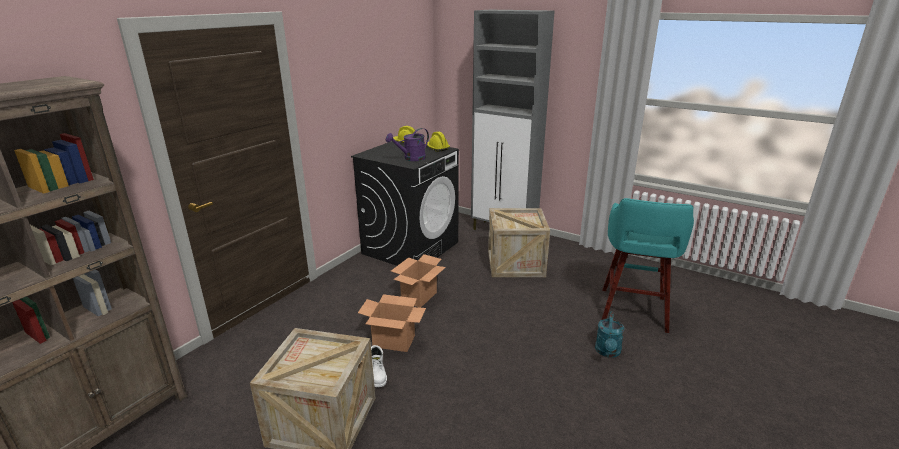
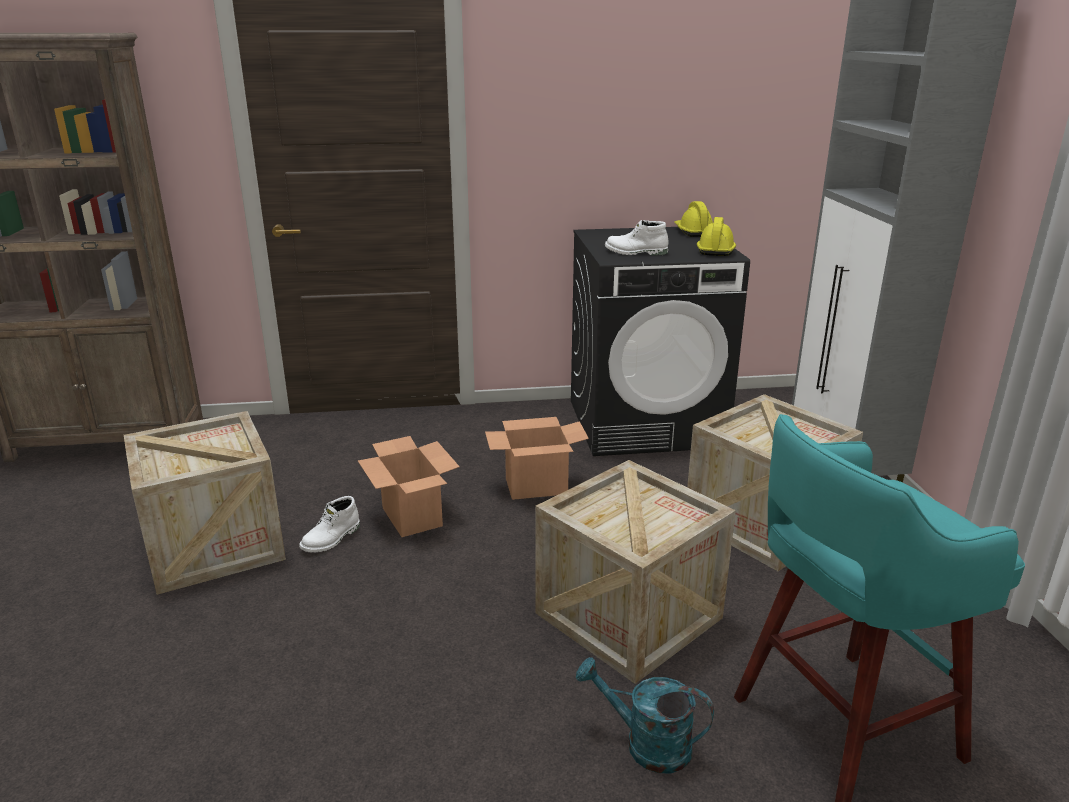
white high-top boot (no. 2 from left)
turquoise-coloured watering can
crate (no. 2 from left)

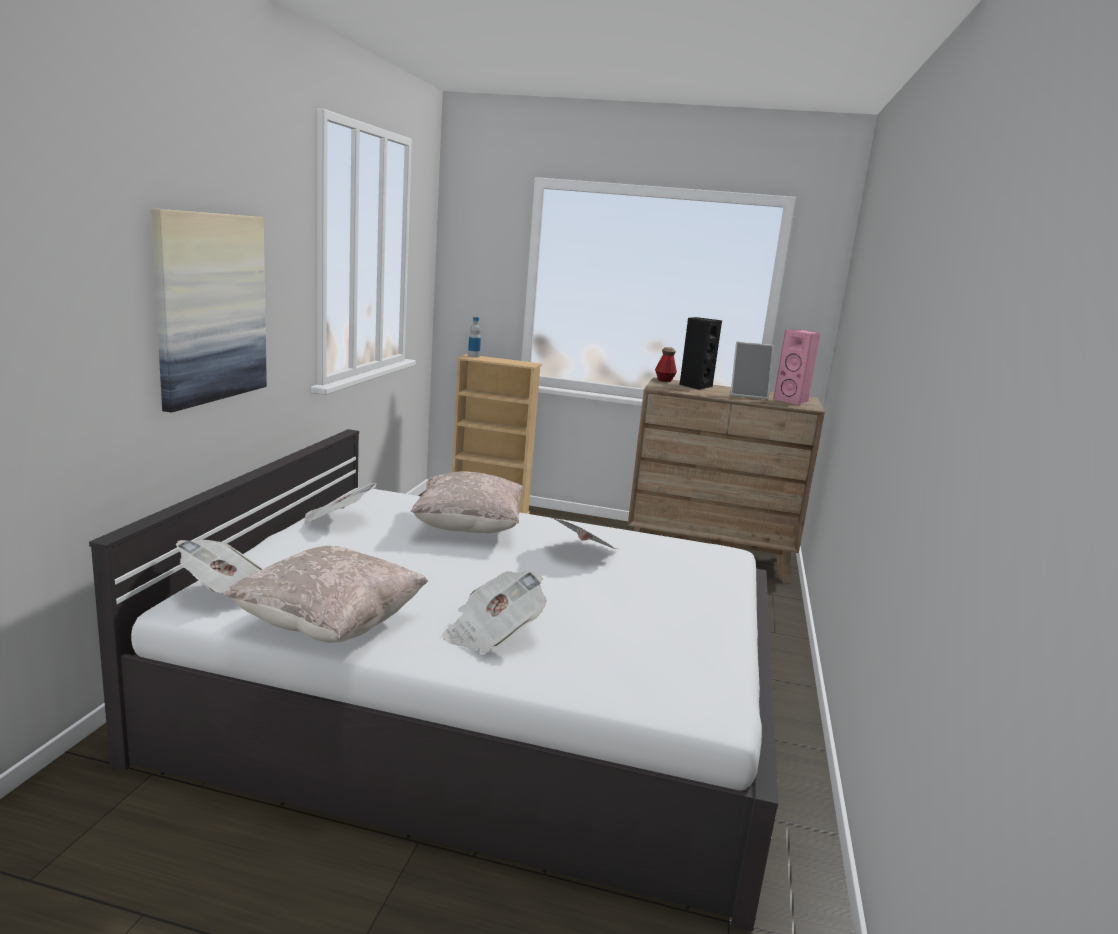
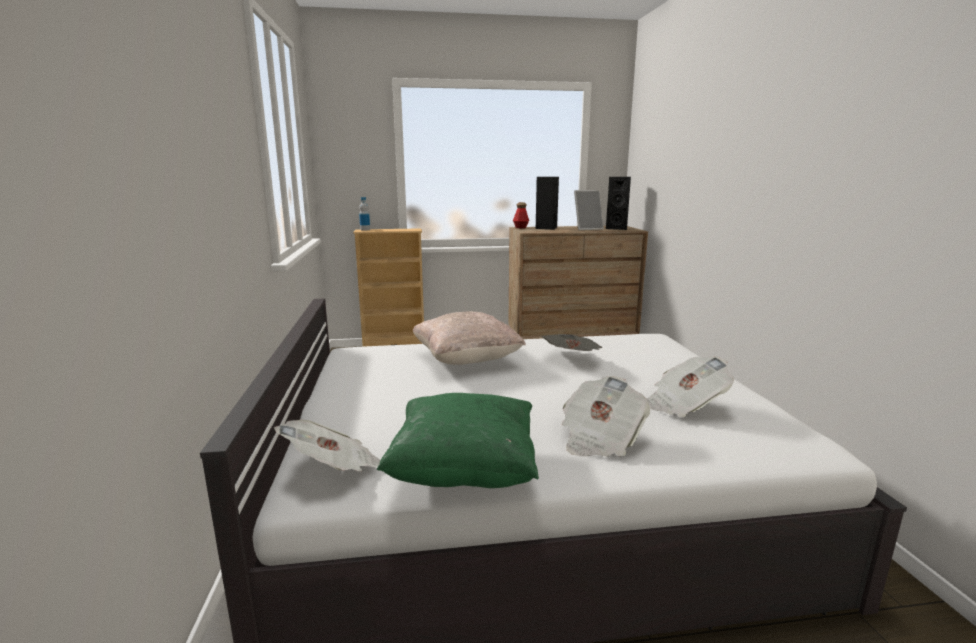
wall art
green pillow
newspaper (no. 4 from left)
black-coloured loudspeaker (no. 2 from left)

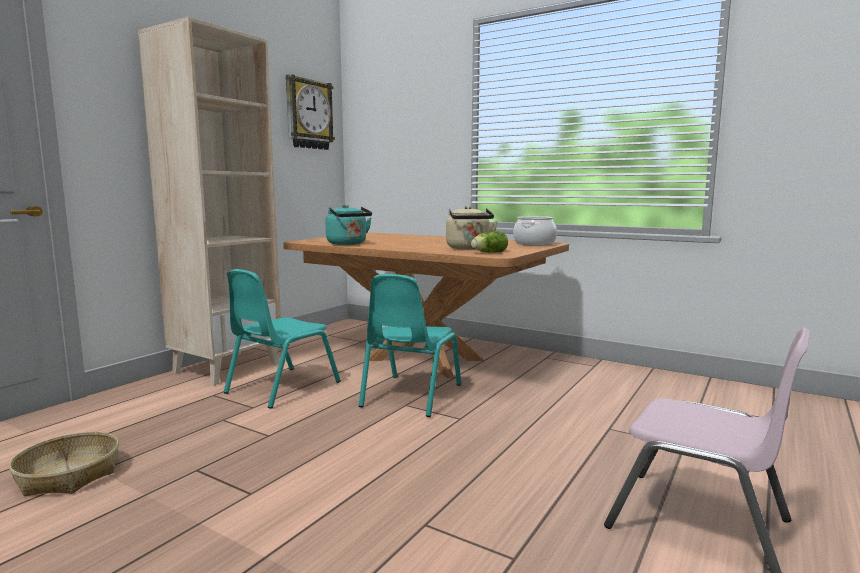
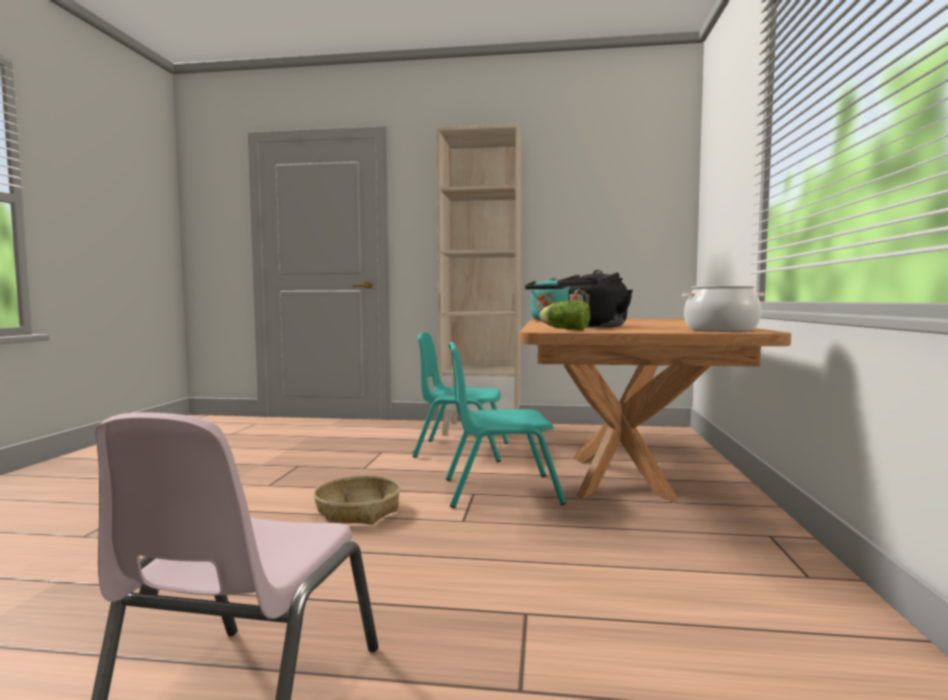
household basket
clock on the wall
black-coloured tea kettle

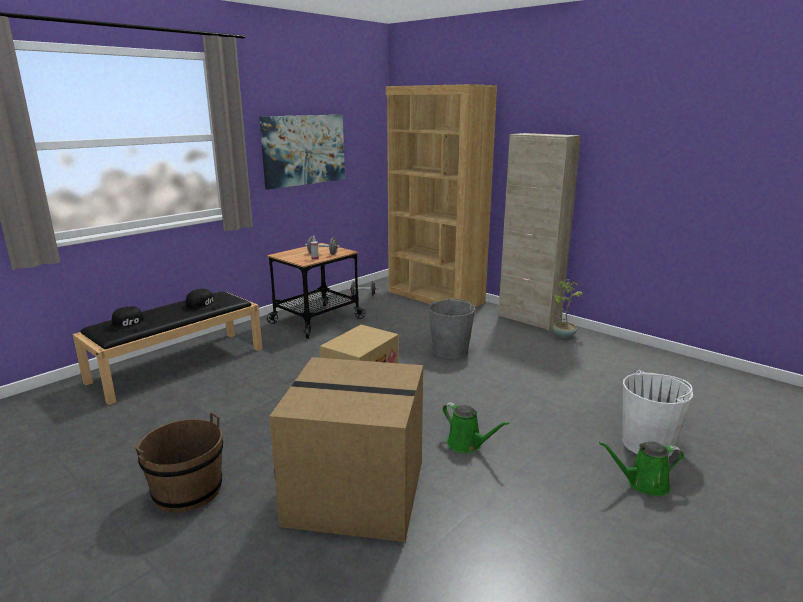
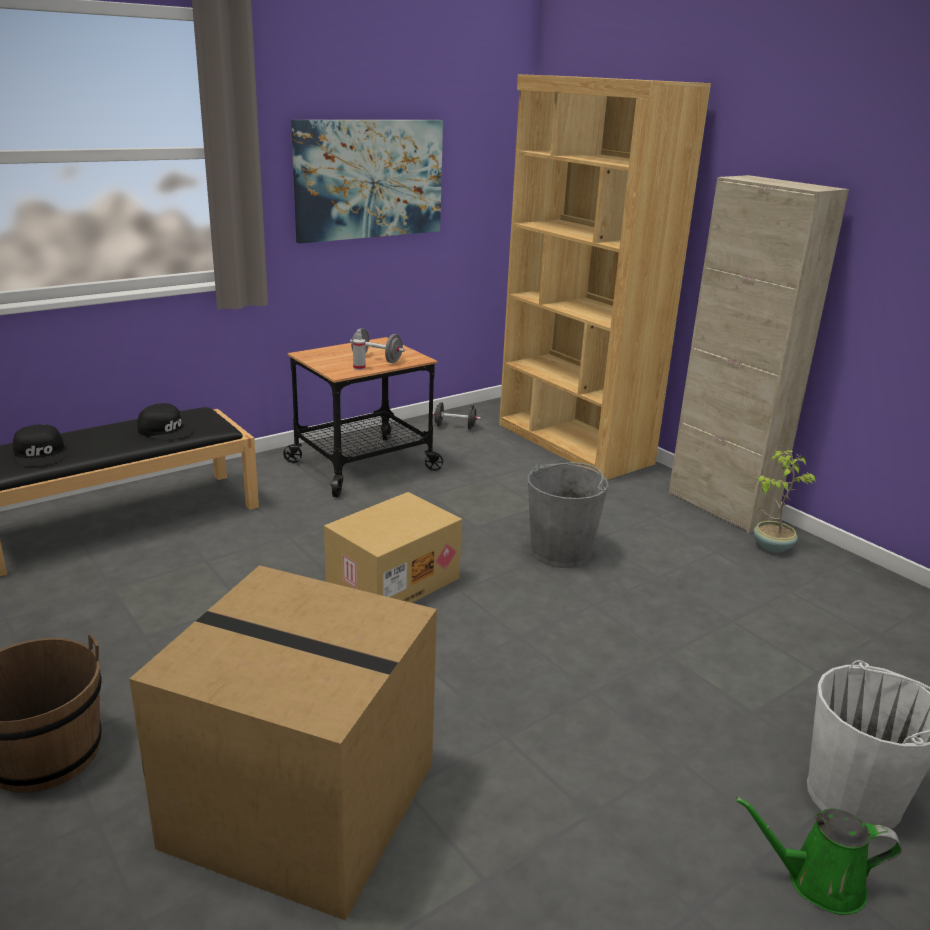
green watering can (no. 1 from left in the first image)

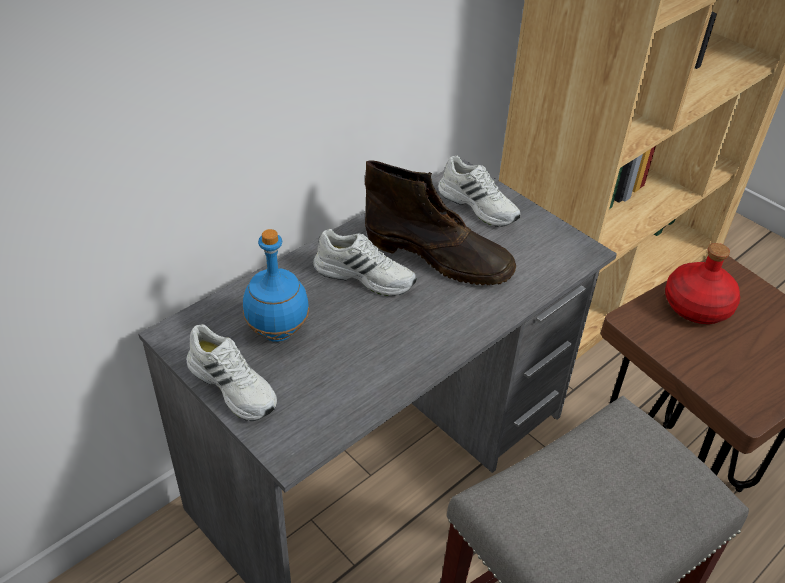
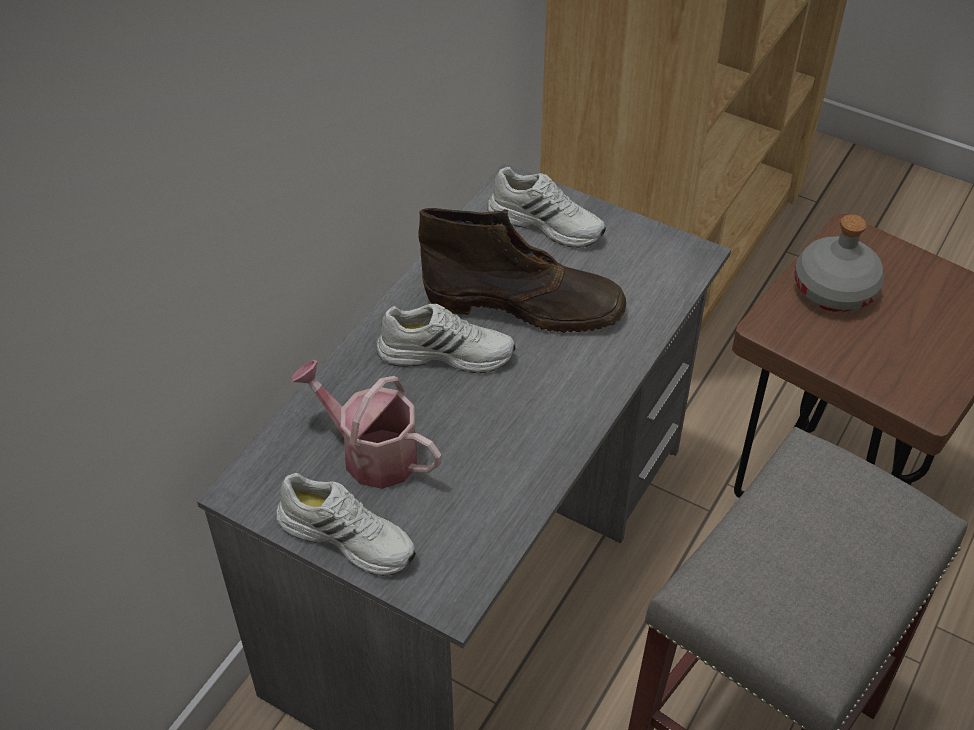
watering can
gray beverage bottle

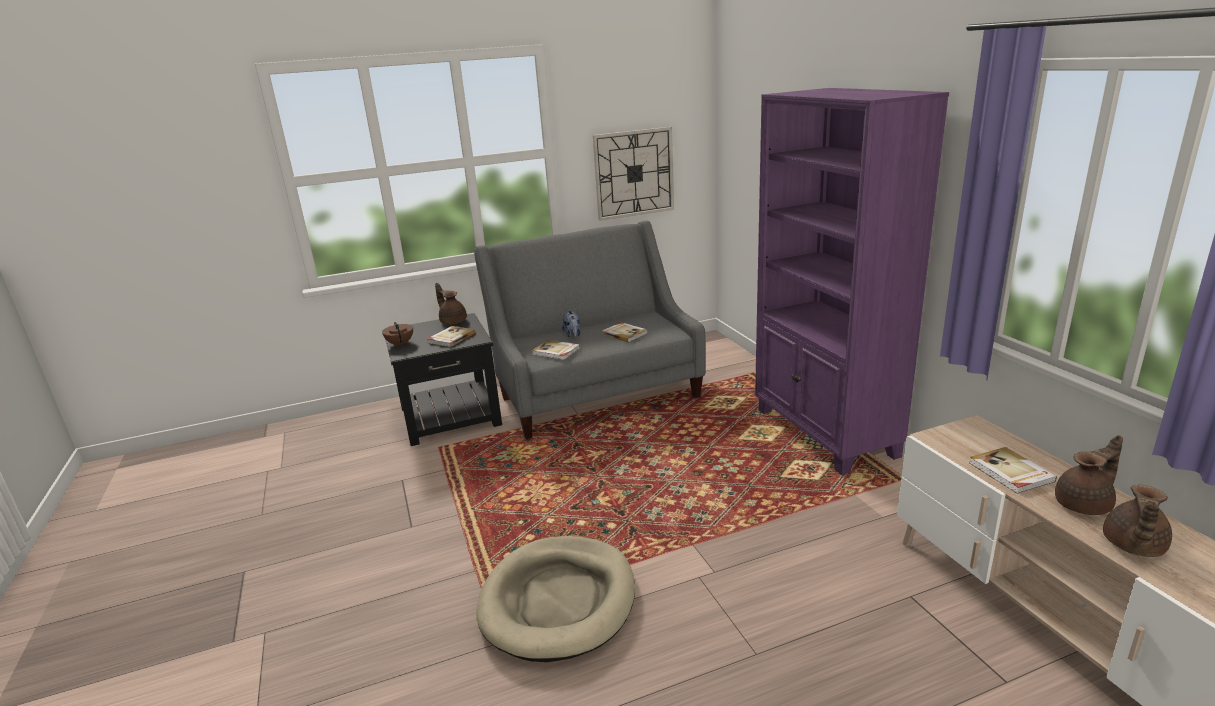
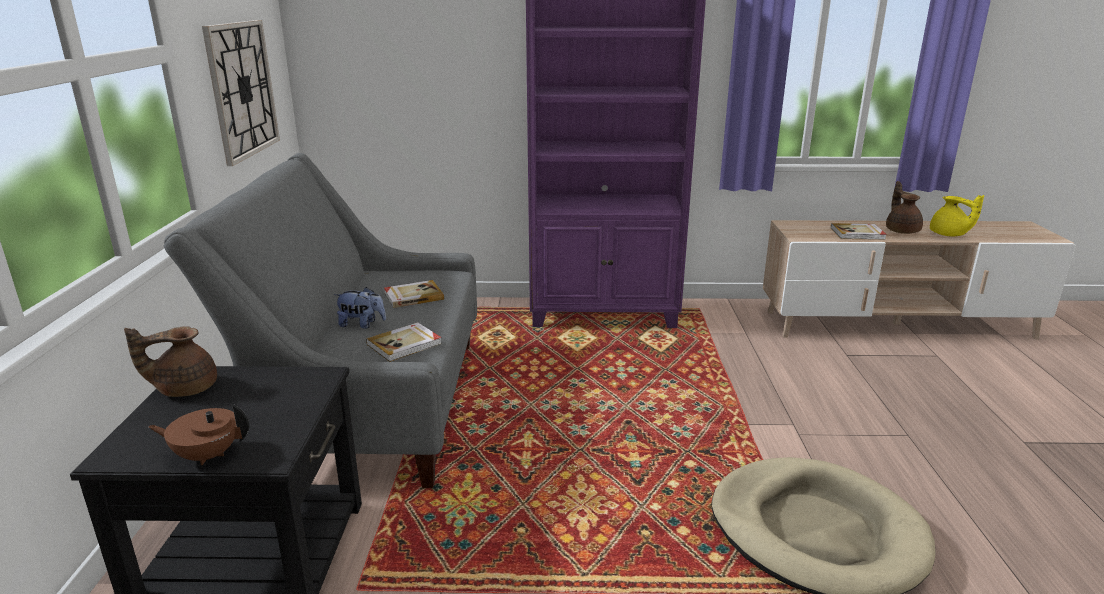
book (no. 1 from left in the first image)
yellow-coloured pot for tea

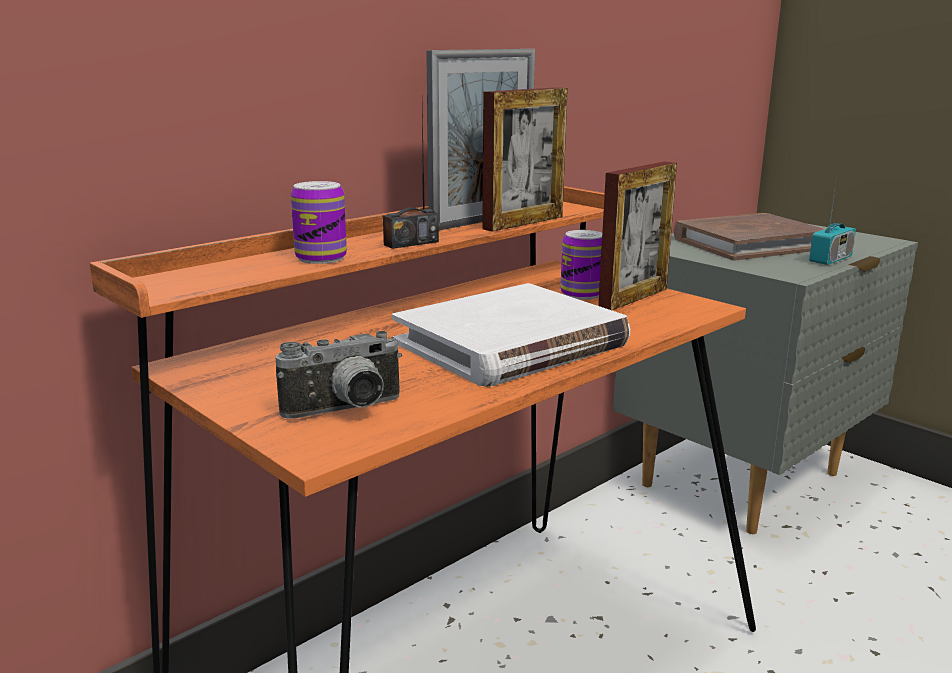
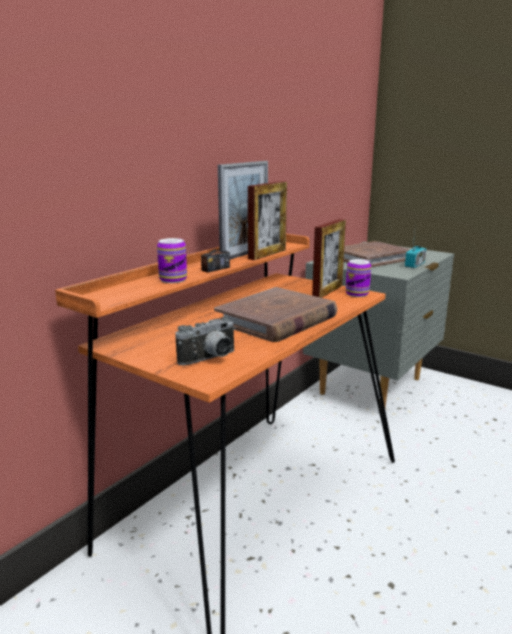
brown book (no. 1 from left)
metal can (no. 2 from left)

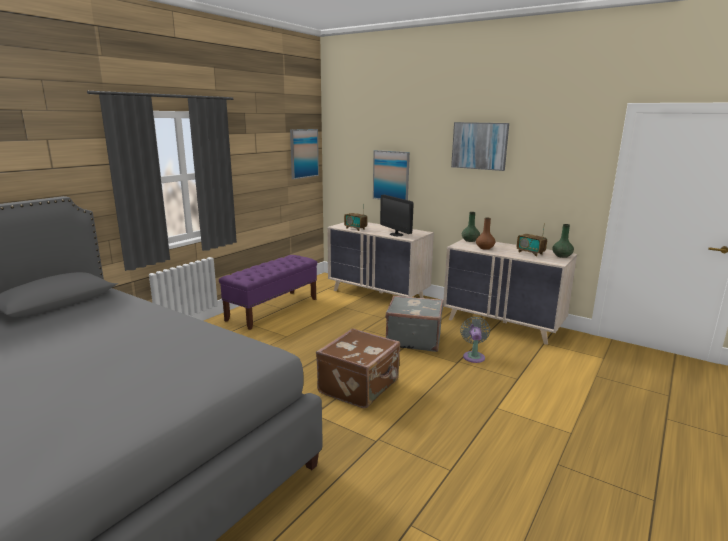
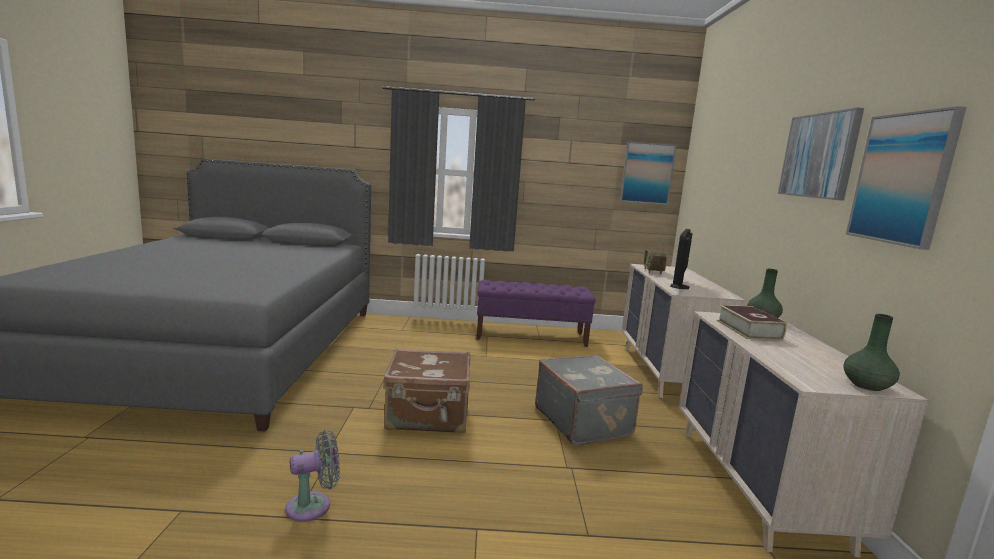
wall art (no. 3 from left)
gray fan
book
radio set (no. 2 from left in the first image)

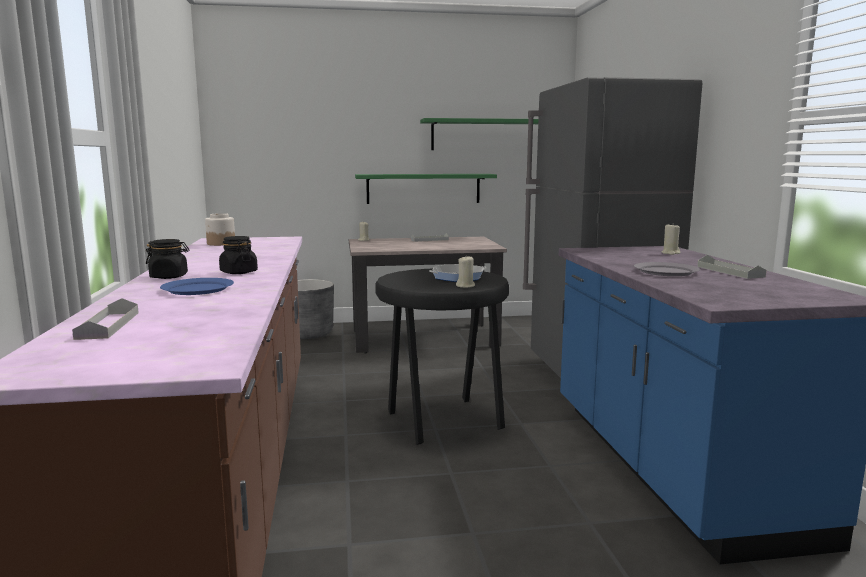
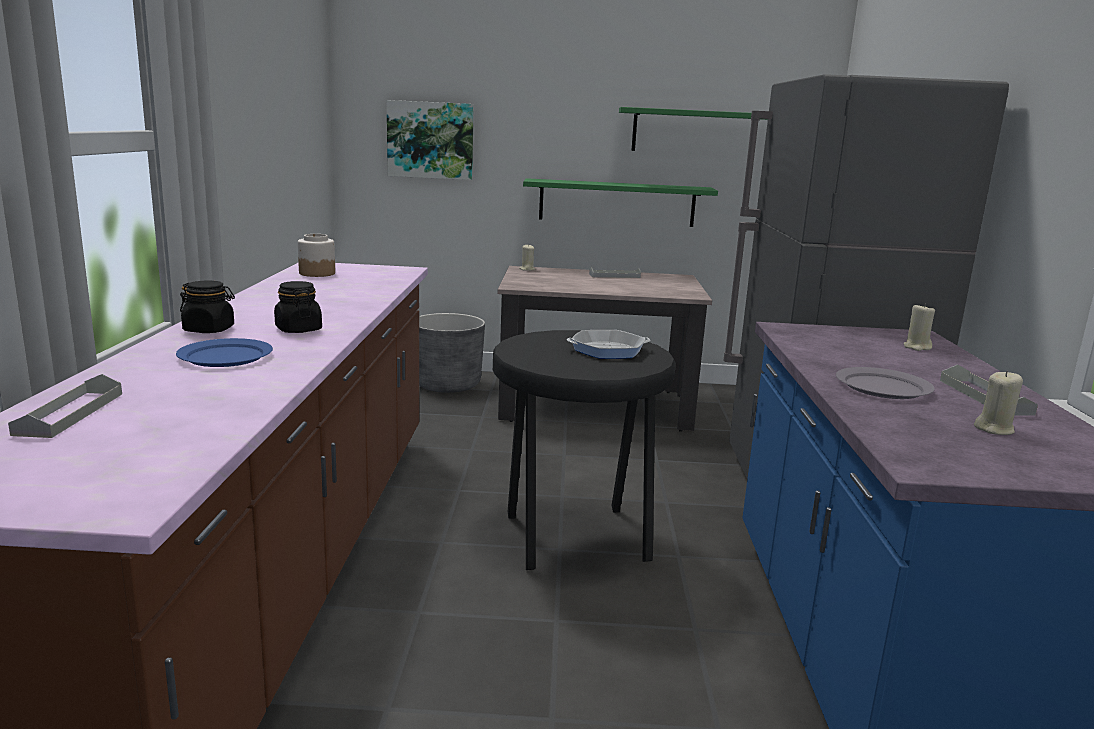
sand-coloured wax light (no. 3 from left)
wall art

